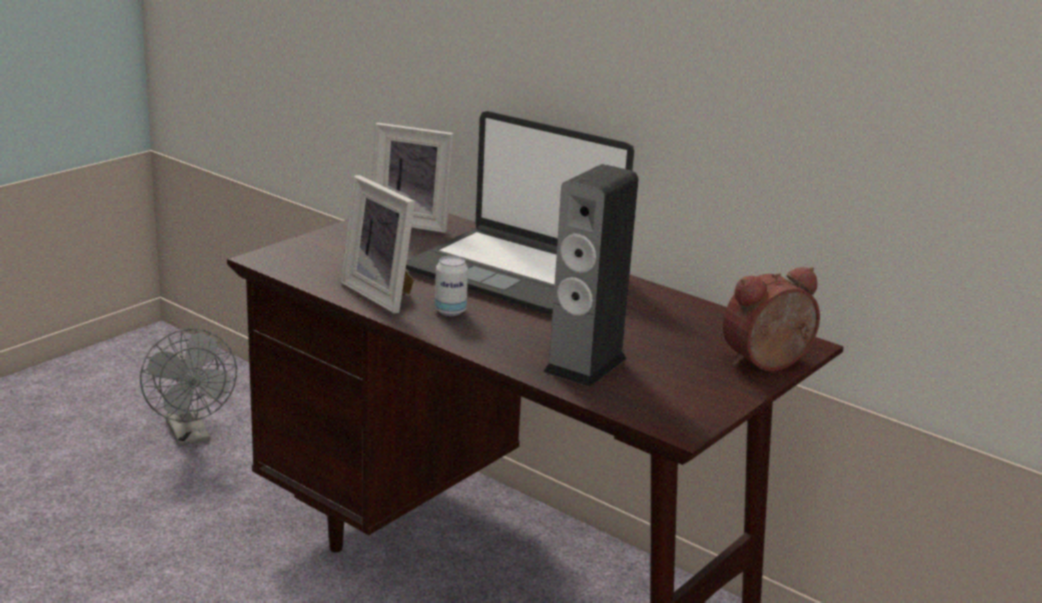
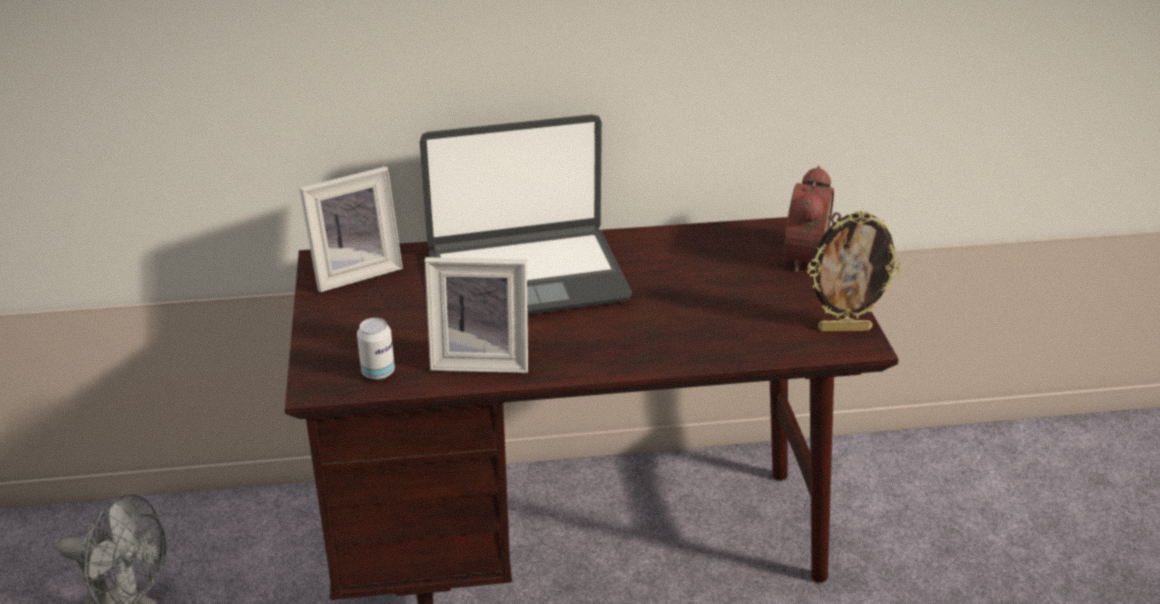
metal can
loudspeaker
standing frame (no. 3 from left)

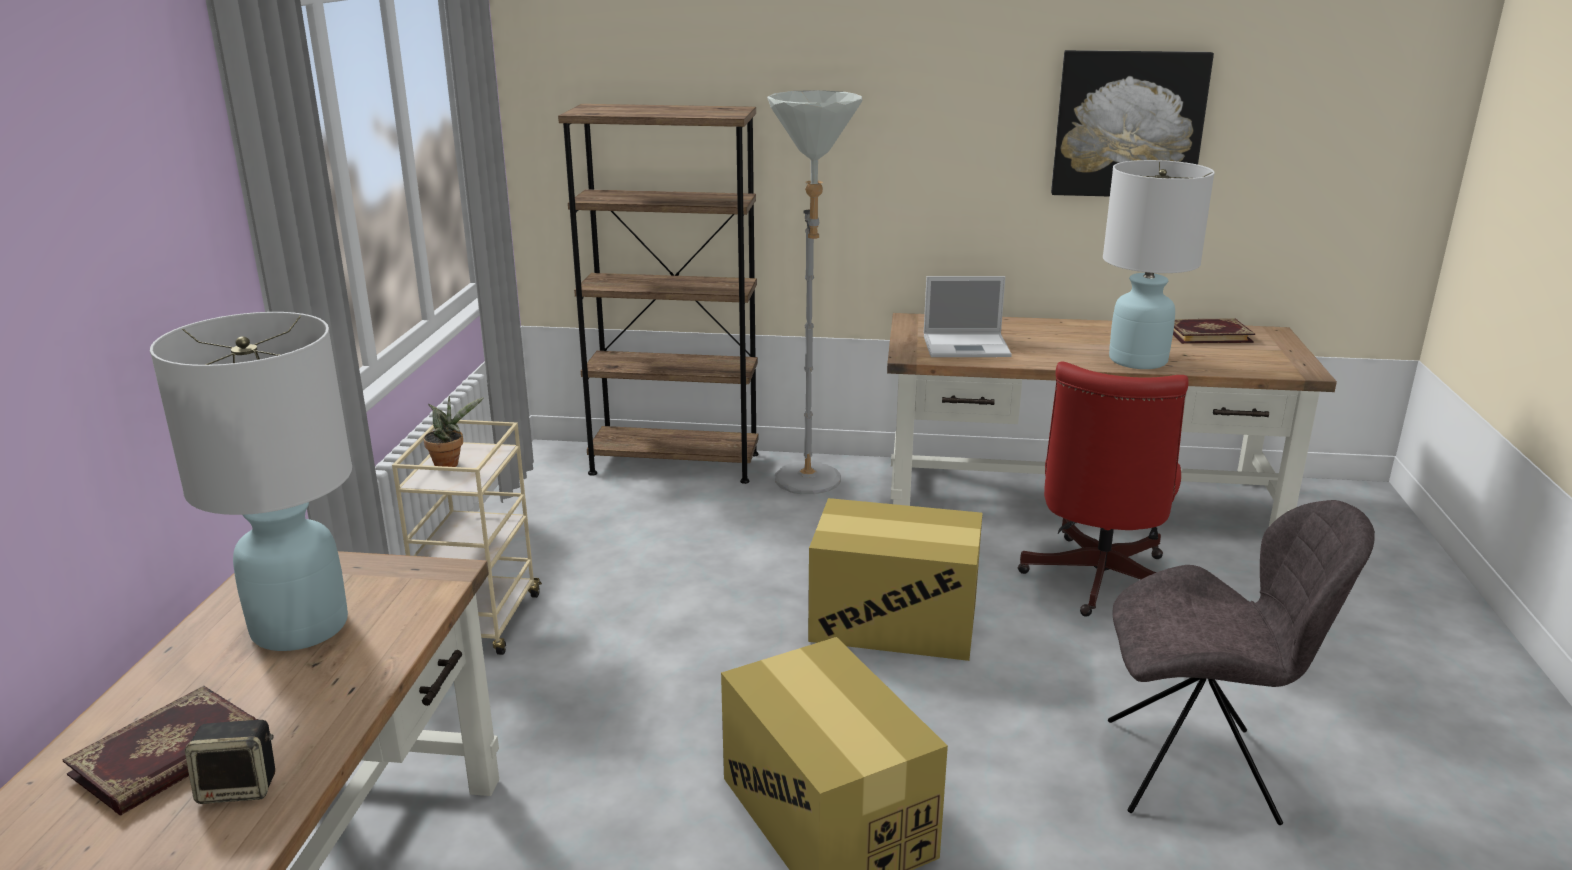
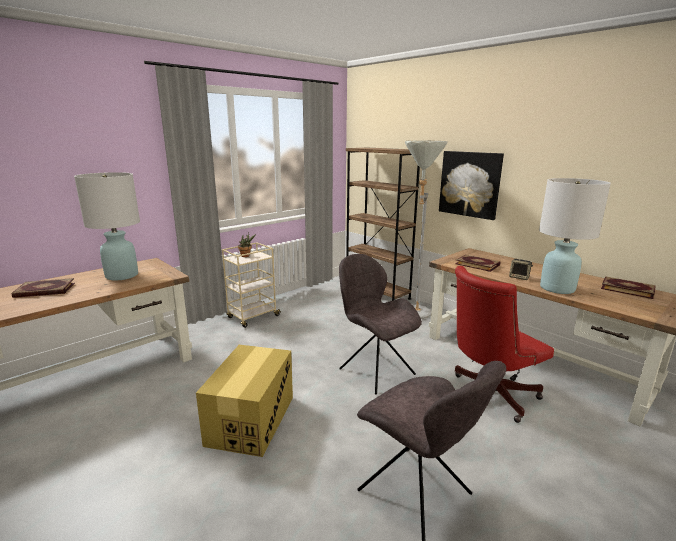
loudspeaker
gray chair (no. 1 from left)
book (no. 2 from left)
wall art

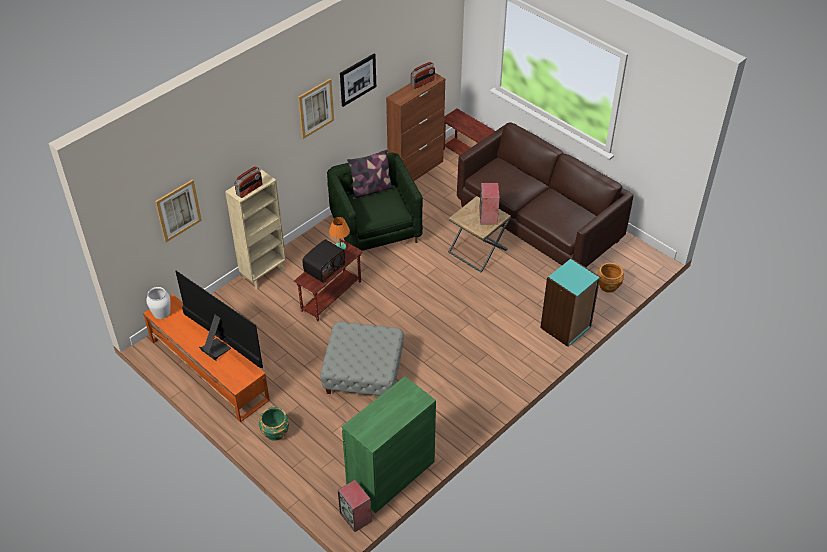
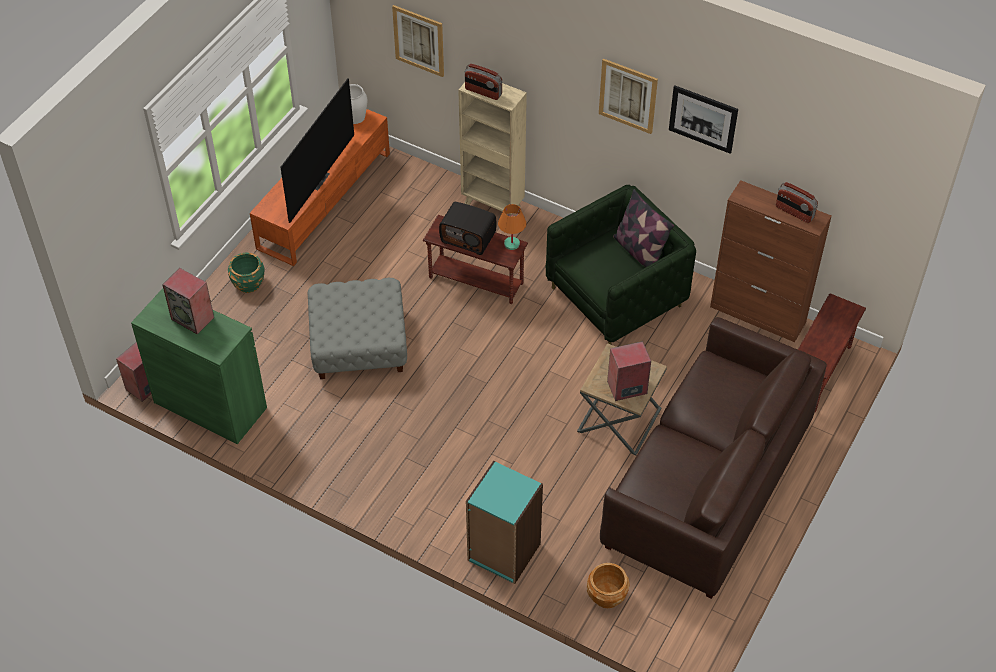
loudspeaker (no. 2 from left)

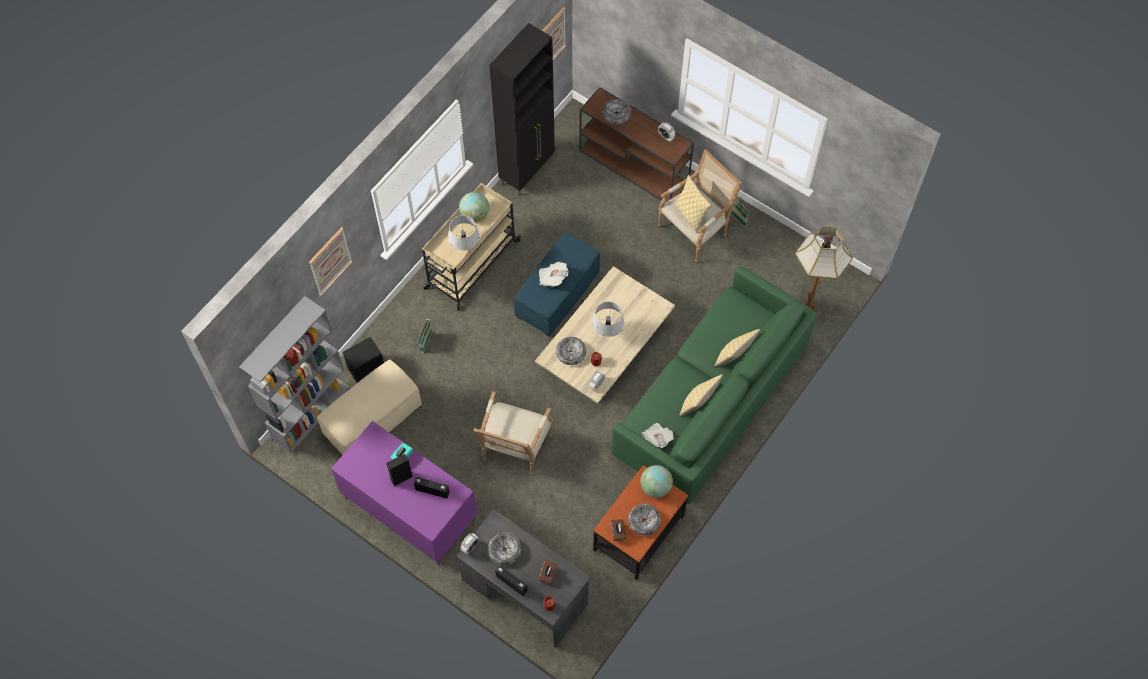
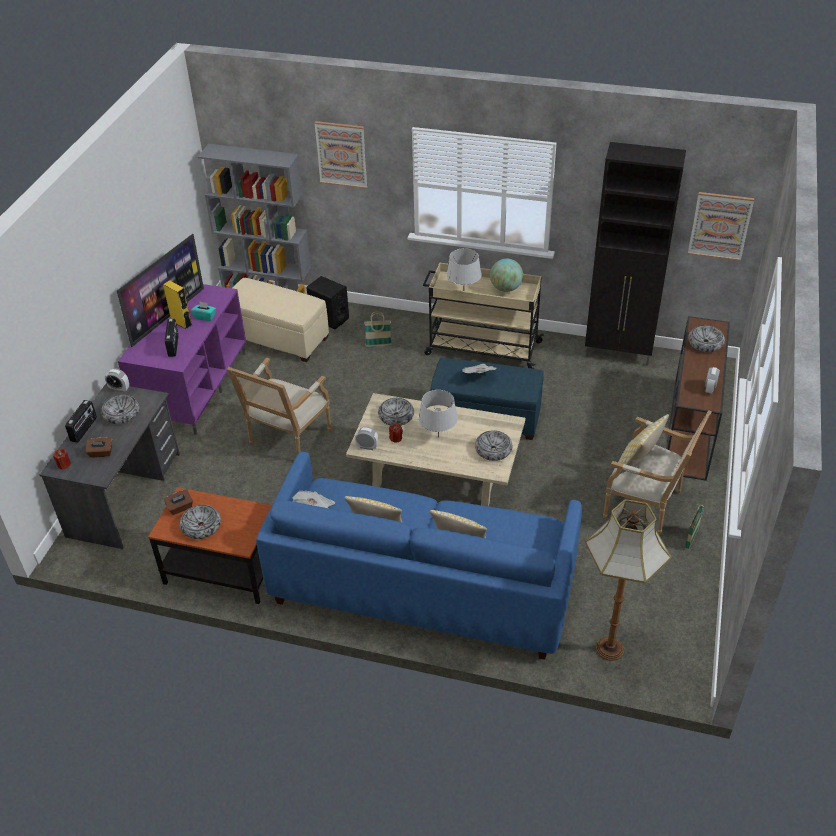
yellow-coloured loudspeaker
armchair (no. 1 from left)
blue-coloured sofa
world globe (no. 2 from left in the first image)
TV
deep dish (no. 4 from left)

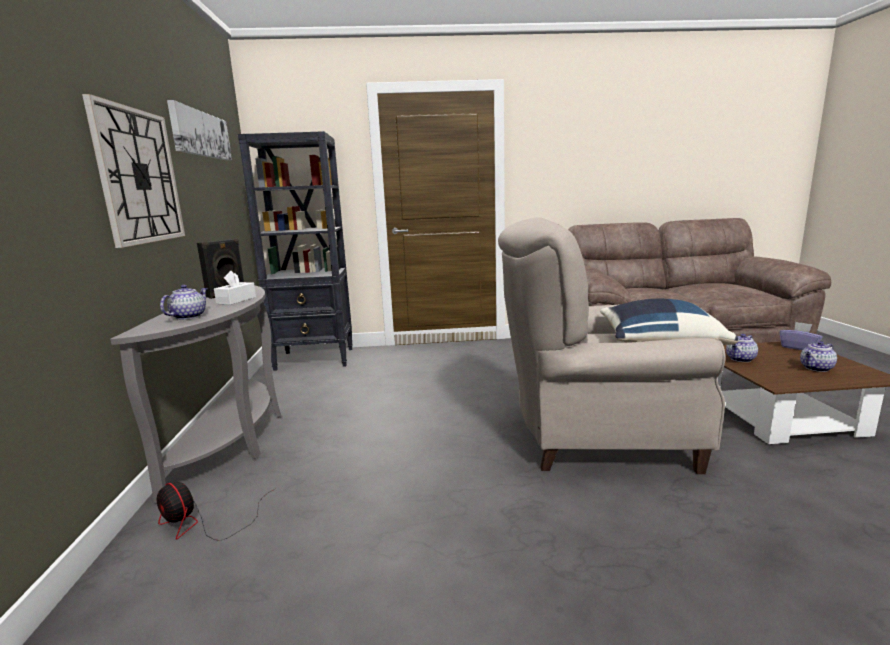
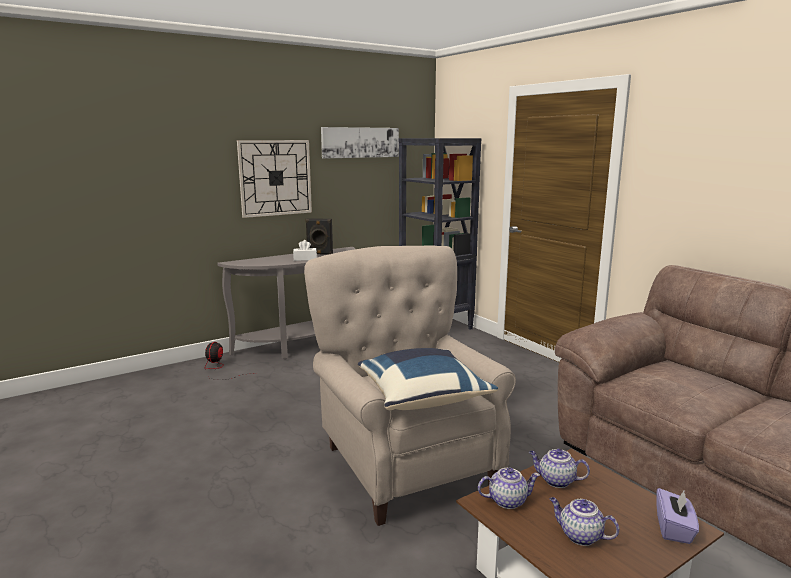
pot for tea (no. 1 from left)

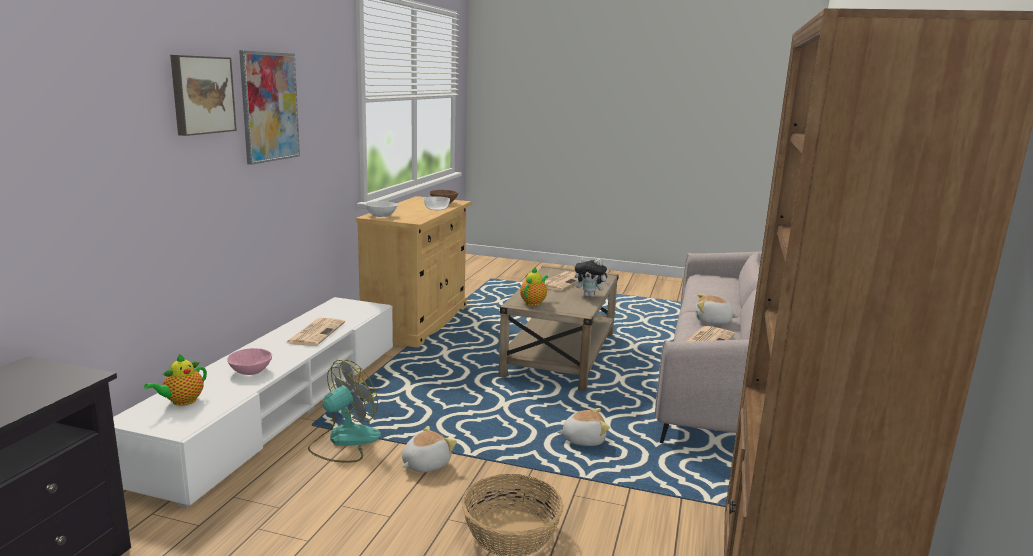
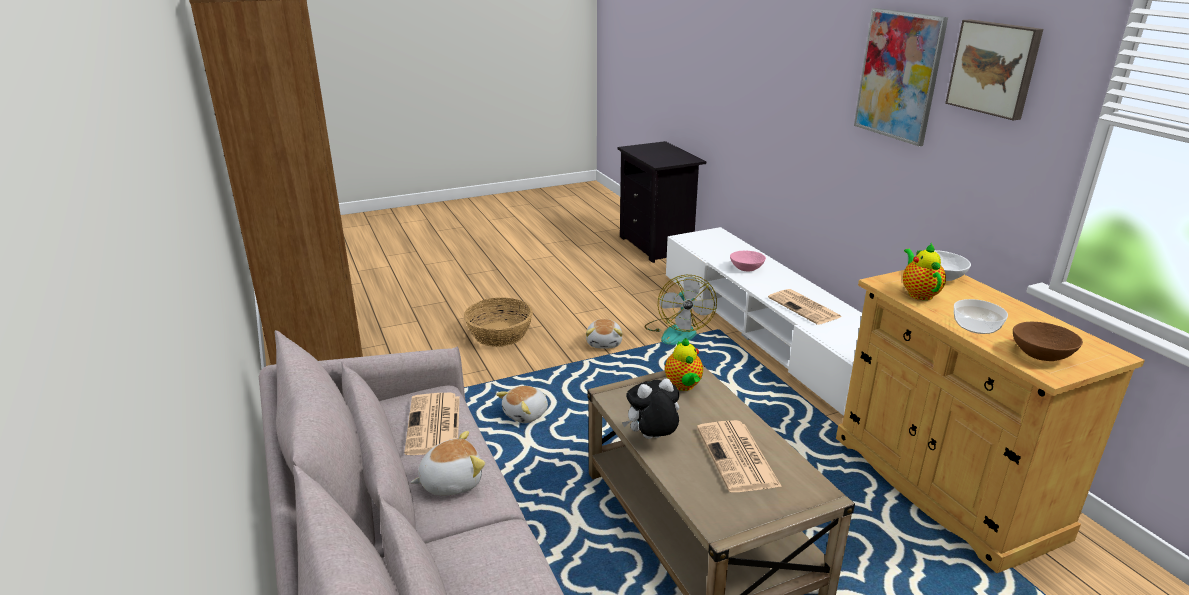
pot for tea (no. 2 from left)
wall art (no. 2 from left)

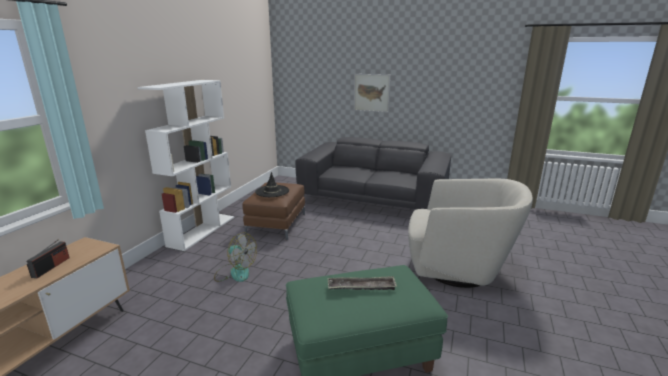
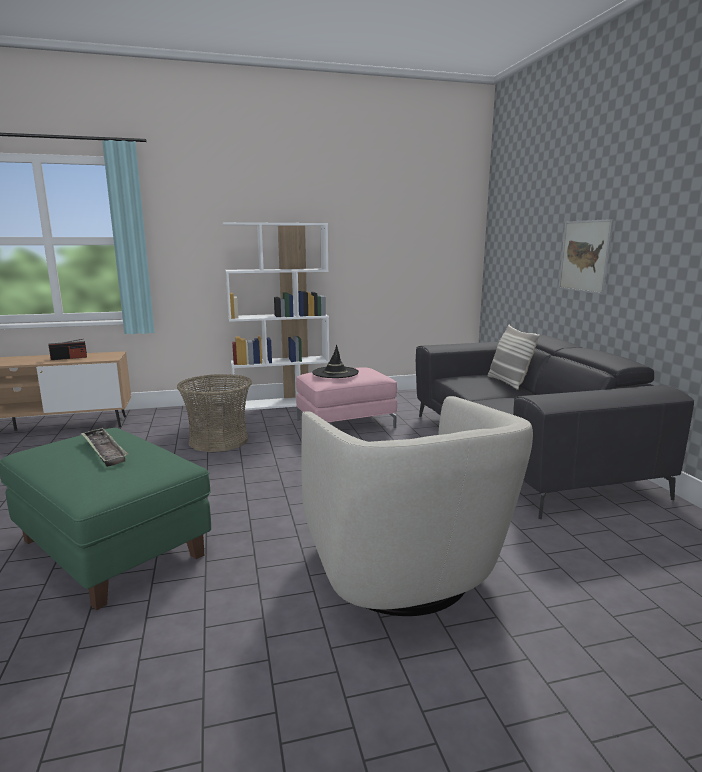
household basket
pink-coloured ottoman
pillow

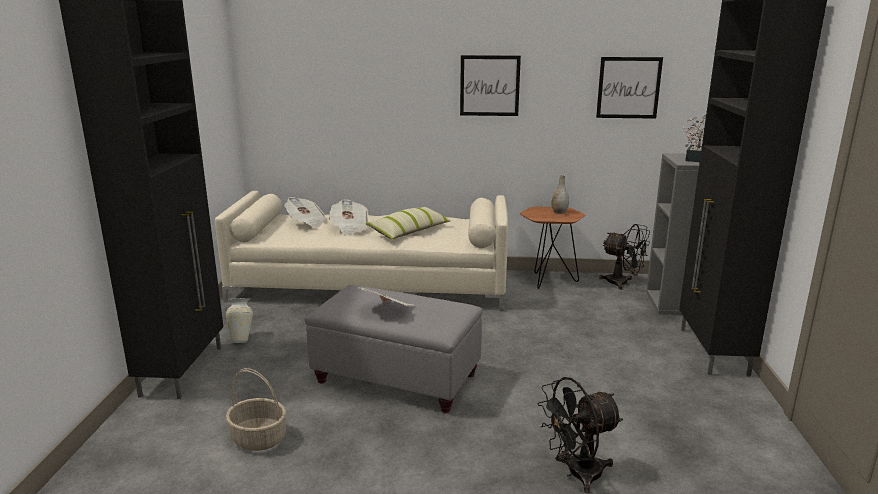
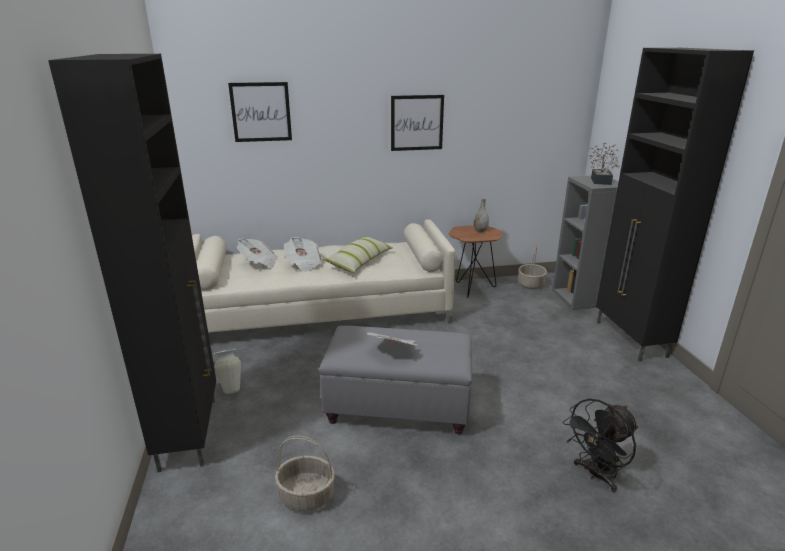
wall art (no. 1 from left)
household basket (no. 2 from left)

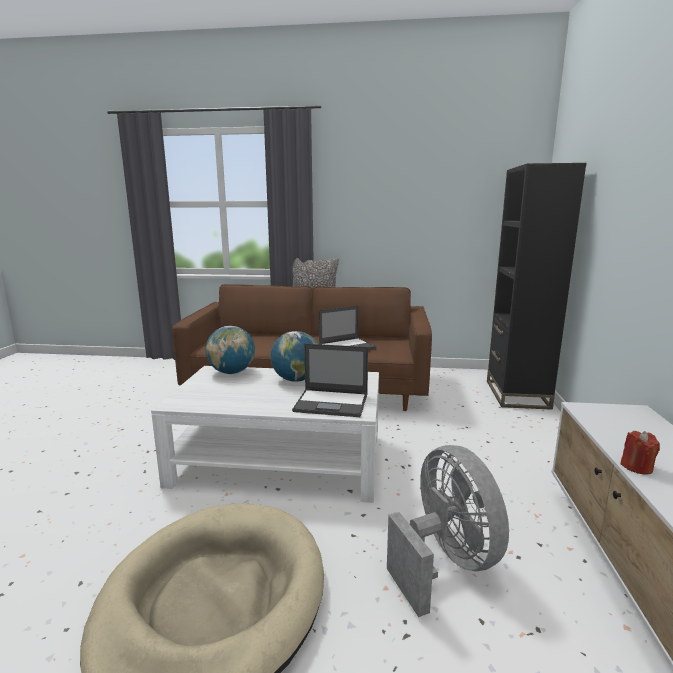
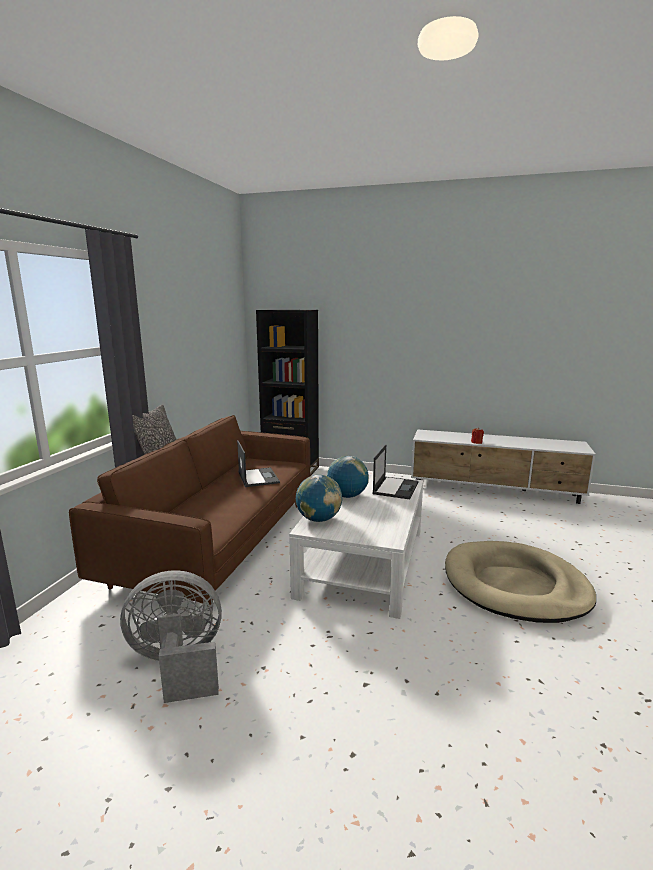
gray fan

